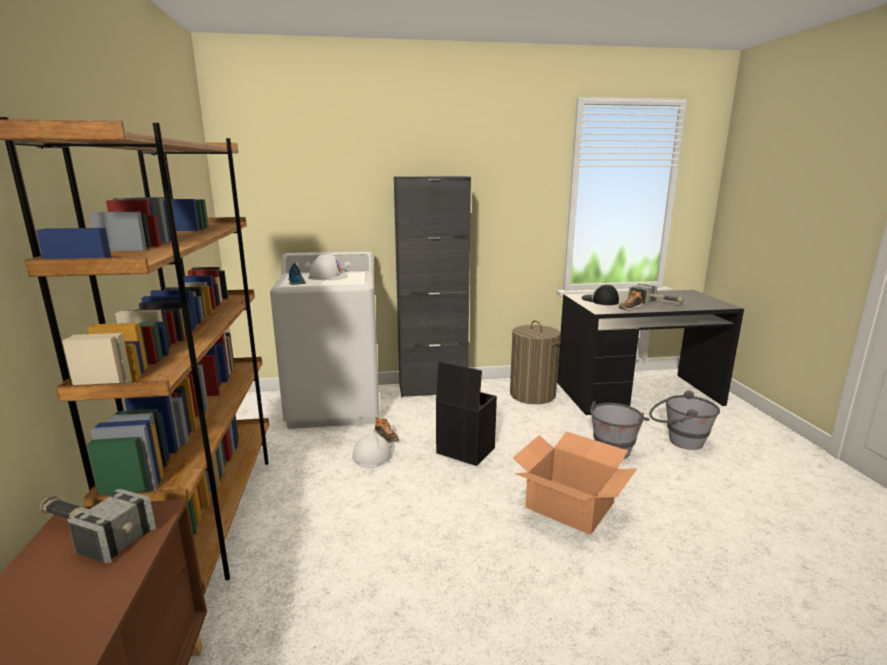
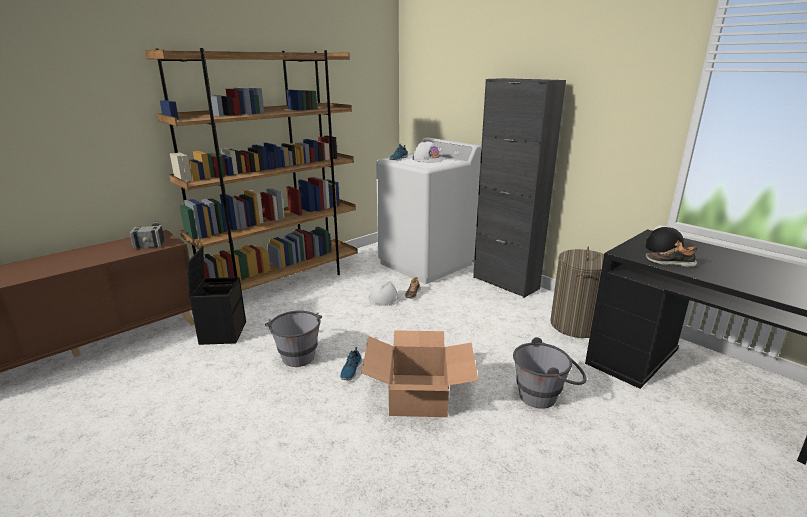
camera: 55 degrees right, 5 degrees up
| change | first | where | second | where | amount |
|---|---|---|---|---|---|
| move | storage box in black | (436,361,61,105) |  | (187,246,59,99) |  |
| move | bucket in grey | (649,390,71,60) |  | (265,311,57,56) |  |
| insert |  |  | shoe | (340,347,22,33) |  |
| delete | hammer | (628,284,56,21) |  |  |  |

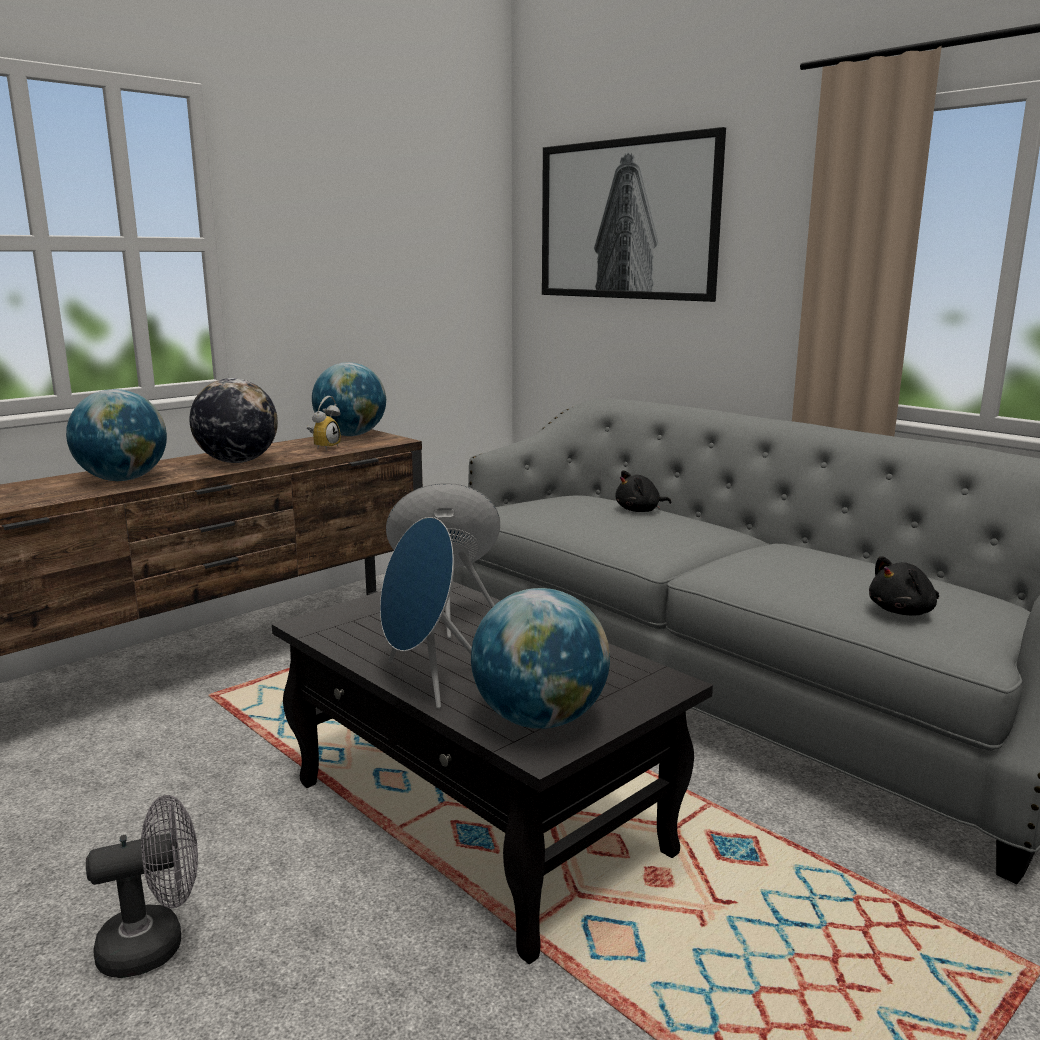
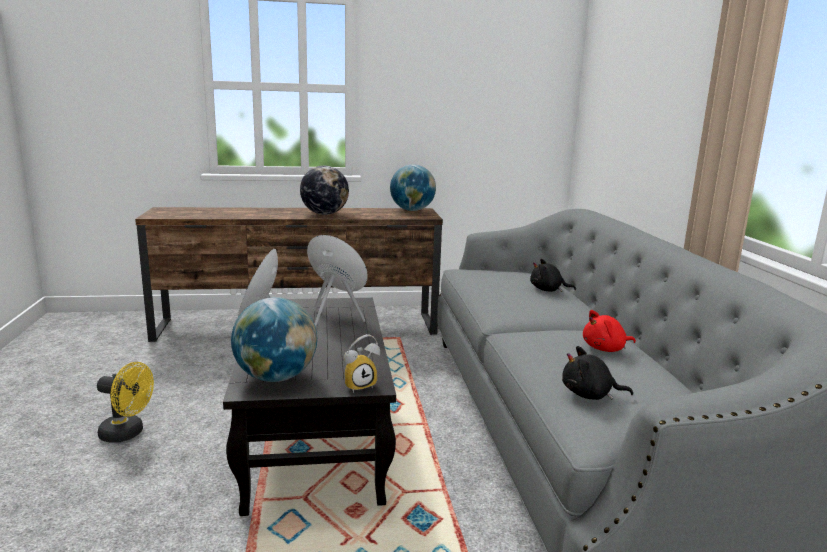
camera: 35 degrees right, 0 degrees up
| change | first | where | second | where | amount |
|---|---|---|---|---|---|
| recolor | fan in grey | (86,795,112,183) | fan in yellow | (97,362,57,81) |  |
| move | alarm clock | (307,396,34,54) |  | (343,334,37,59) |  |
| insert |  |  | plush toy in red | (583,310,53,42) |  |
| delete | globe | (66,389,101,92) |  |  |  |
| delete | picture | (542,127,184,175) |  |  |  |

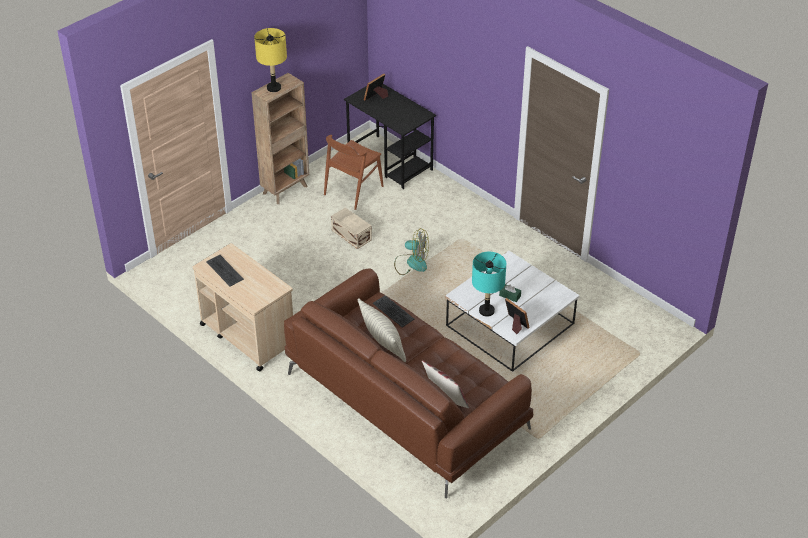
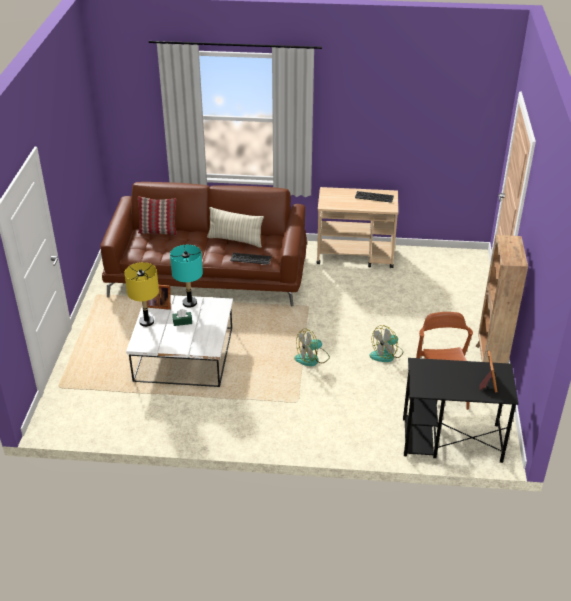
camera: 140 degrees right, 5 degrees down
| change | first | where | second | where | amount |
|---|---|---|---|---|---|
| move | table lamp in yellow | (254,28,33,64) |  | (124,262,35,65) |  |
| replace | storage box in beige | (331,207,41,42) | fan | (369,325,34,37) |  |

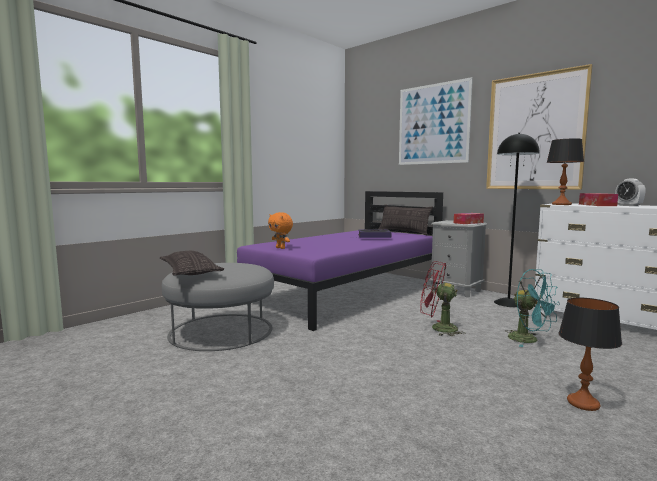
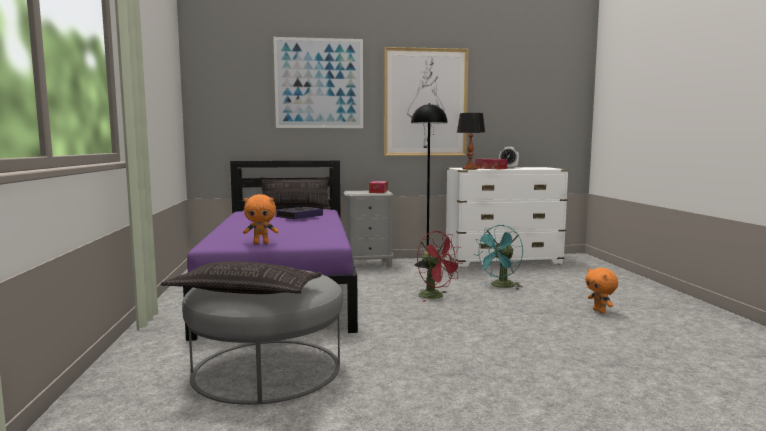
camera: 50 degrees left, 0 degrees up
| change | first | where | second | where | amount |
|---|---|---|---|---|---|
| rotate | fan in red | (420,261,45,75) |  | (417,231,46,71) | 105 degrees counterclockwise |
| rotate | fan in turquoise | (506,269,54,78) |  | (474,225,49,65) | 135 degrees clockwise |
| replace | table lamp | (559,297,63,114) | plush toy in orange | (585,268,33,46) |  |

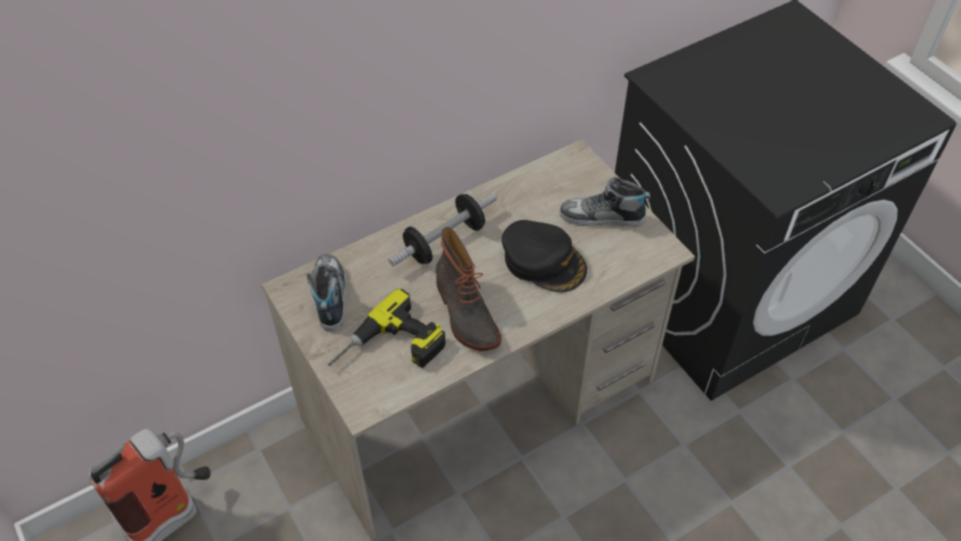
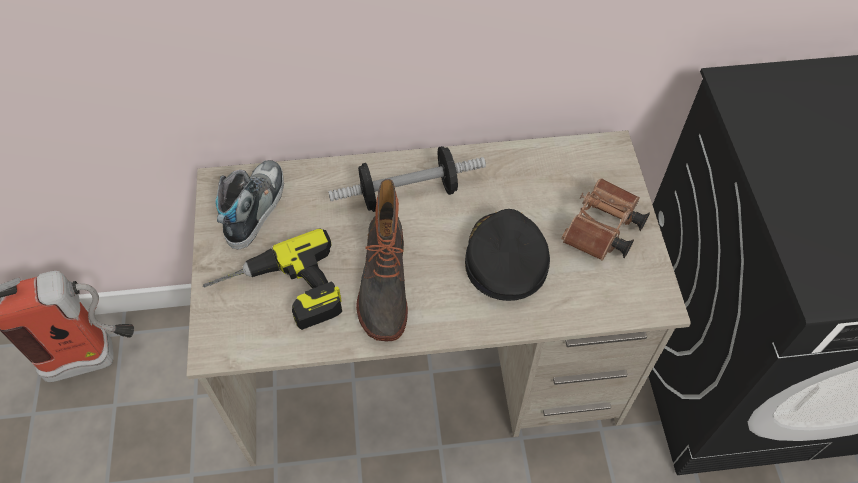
camera: 25 degrees right, 5 degrees up
| change | first | where | second | where | amount |
|---|---|---|---|---|---|
| rotate | cap in black | (502,220,85,73) |  | (465,209,85,92) | 150 degrees counterclockwise |
| replace | shoe | (560,177,90,50) | binoculars in brown | (561,178,89,83) |  |

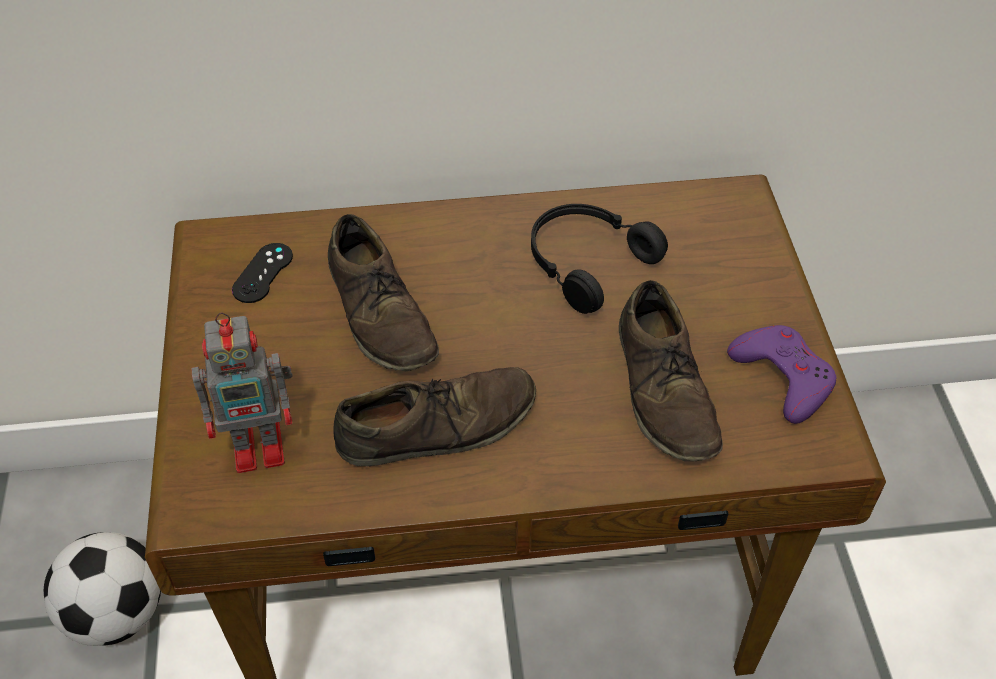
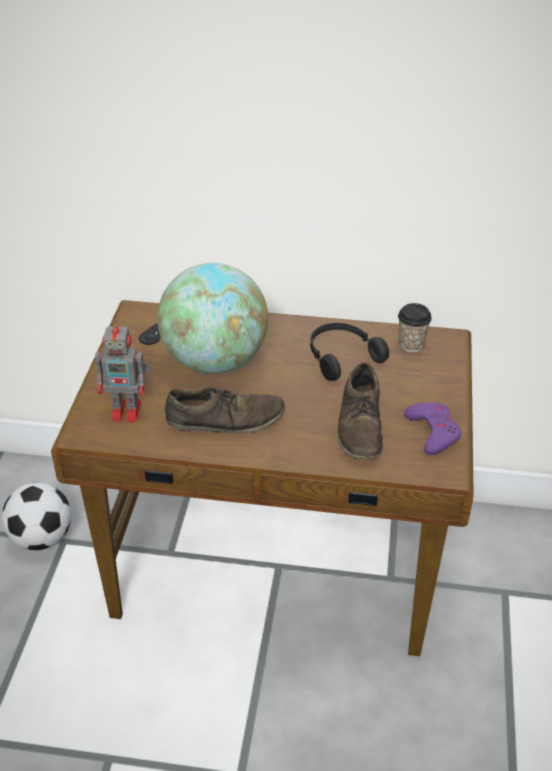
camera: 15 degrees right, 10 degrees down
| change | first | where | second | where | amount |
|---|---|---|---|---|---|
| replace | shoe in brown | (328,214,111,157) | globe | (157,263,111,111) |  |
| insert |  |  | cup | (398,303,34,49) |  |

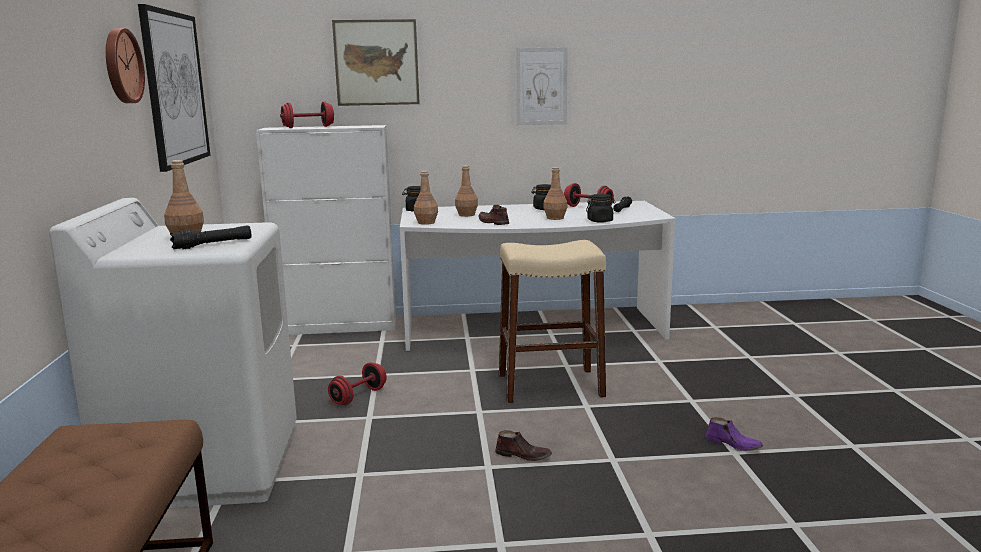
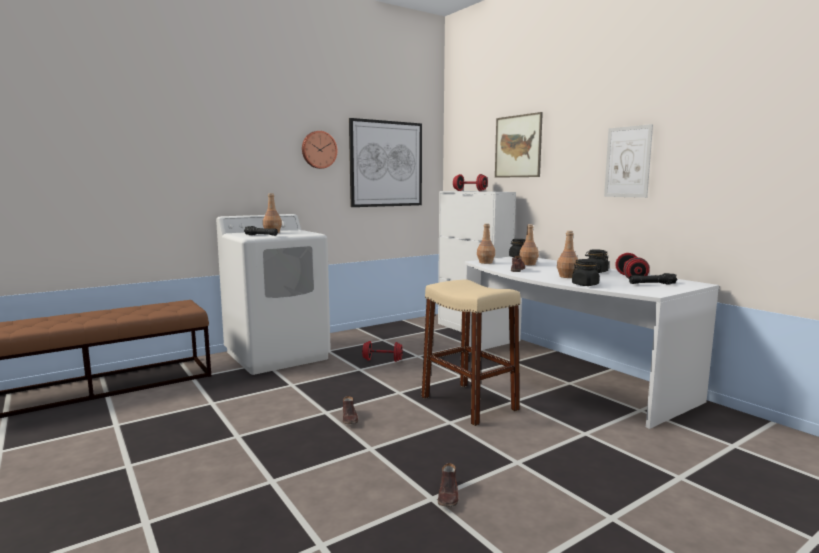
camera: 60 degrees right, 5 degrees down
| change | first | where | second | where | amount |
|---|---|---|---|---|---|
| recolor | shoe in purple | (705,417,58,34) | shoe in brown | (438,463,21,44) |  |

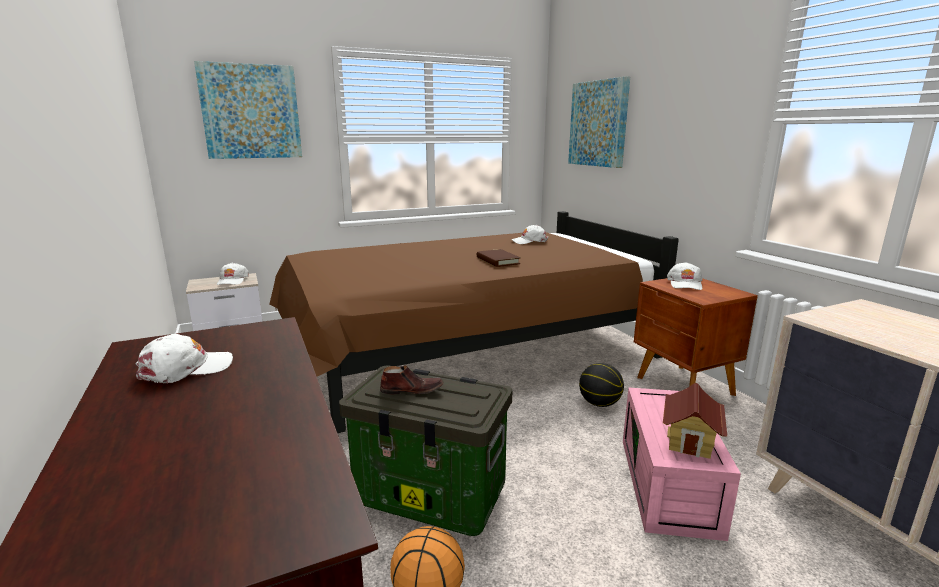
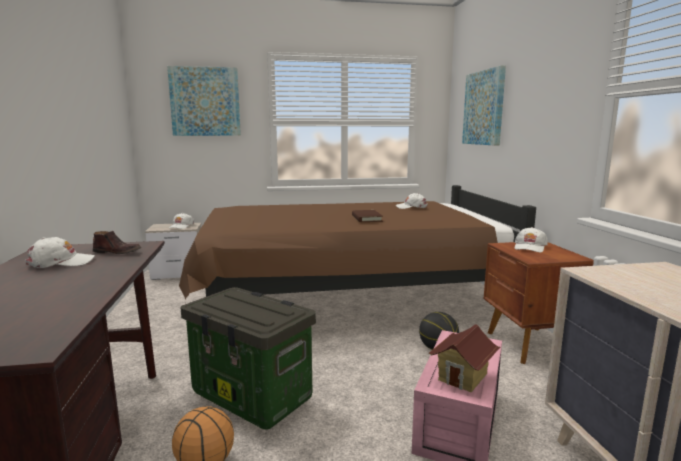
camera: 15 degrees right, 5 degrees down
| change | first | where | second | where | amount |
|---|---|---|---|---|---|
| move | shoe in brown | (380,365,64,30) |  | (93,231,48,23) |  |

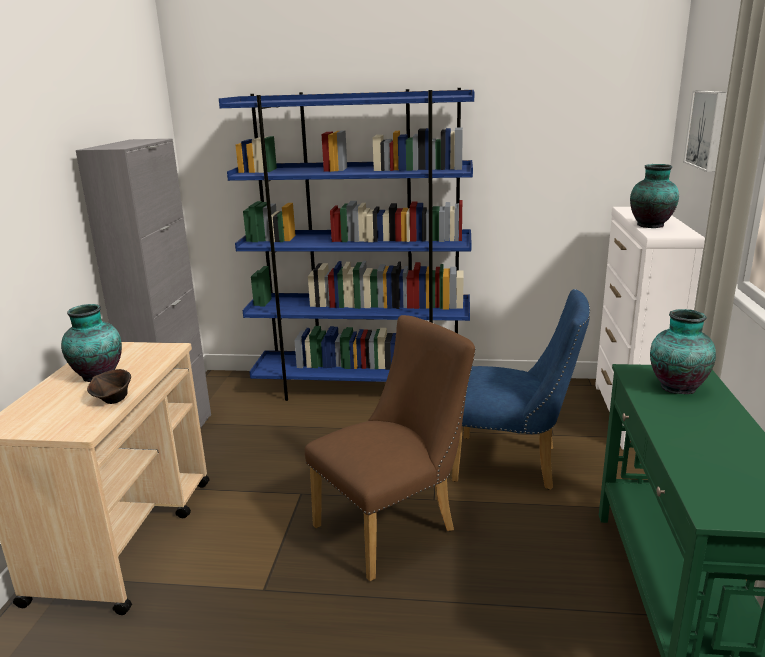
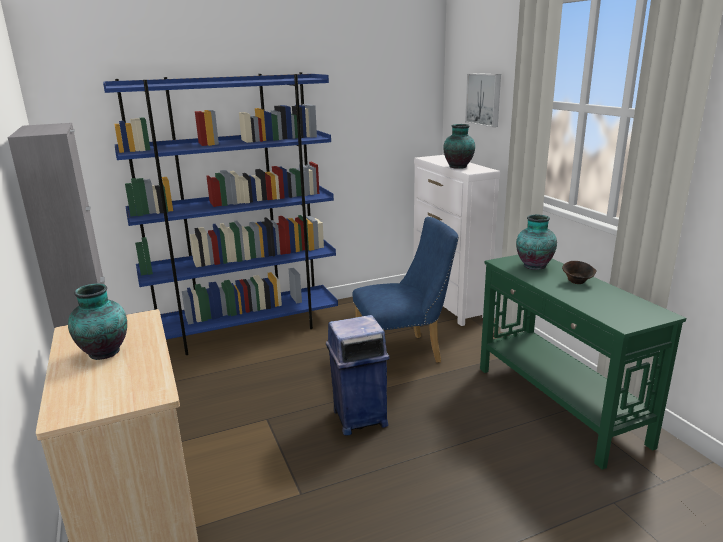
camera: 30 degrees left, 0 degrees up
| change | first | where | second | where | amount |
|---|---|---|---|---|---|
| replace | chair in brown | (305,315,171,266) | trash can in blue | (326,315,64,121) |  |
| move | bowl in brown | (87,369,44,35) |  | (562,261,34,23) |  |

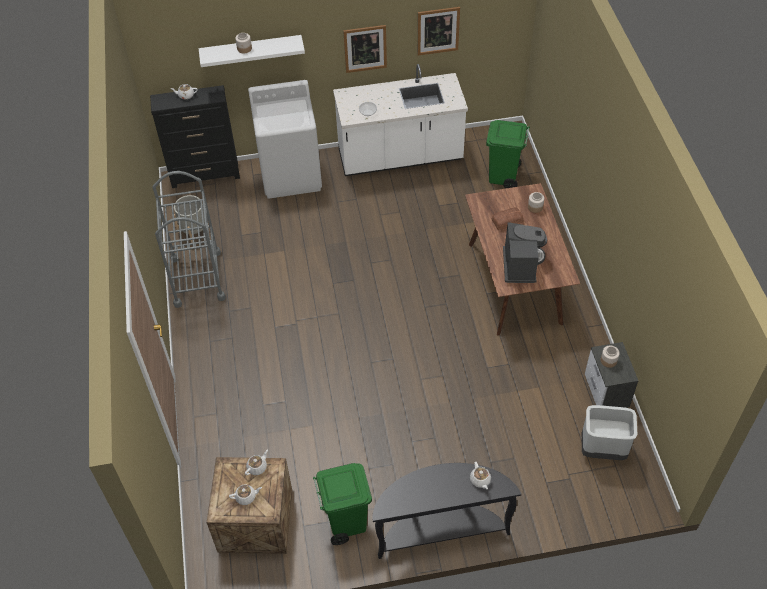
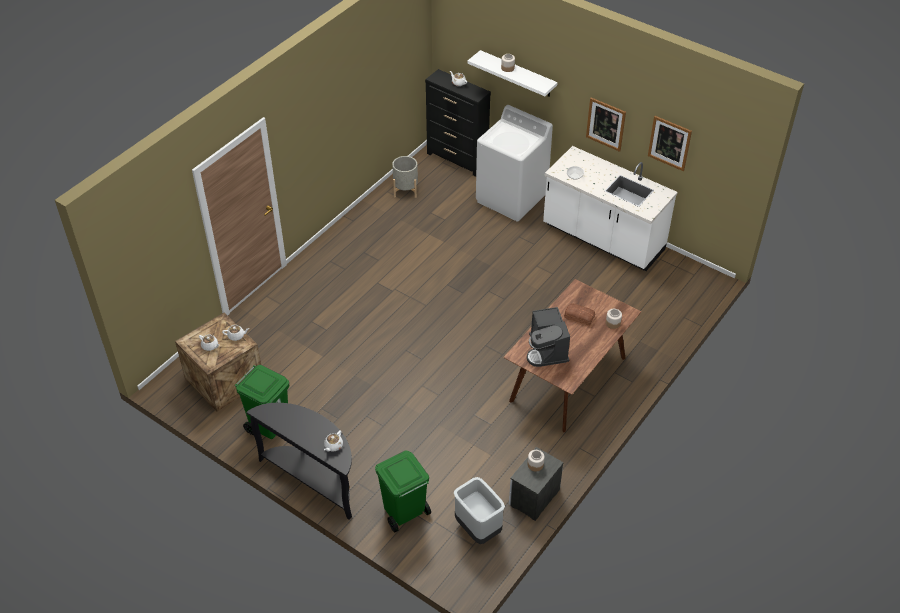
camera: 45 degrees right, 5 degrees down
| change | first | where | second | where | amount |
|---|---|---|---|---|---|
| move | trash can in green | (486,120,44,69) |  | (375,451,56,81) |  |
| rotate | coffee machine | (503,222,44,61) |  | (527,307,43,60) | 120 degrees clockwise |
| delete | cart in grey | (152,171,74,137) |  |  |  |

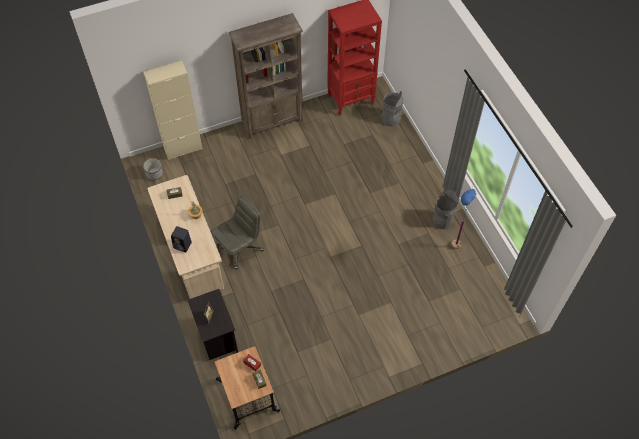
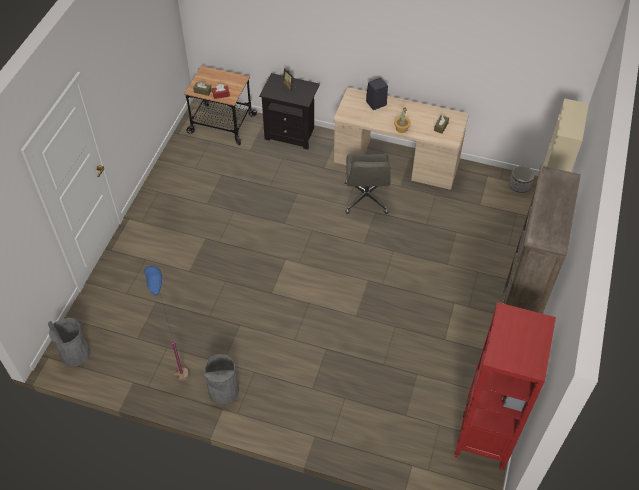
camera: 130 degrees right, 5 degrees down
| change | first | where | second | where | amount |
|---|---|---|---|---|---|
| move | trash can in grey | (381,91,22,36) |  | (48,318,42,49) |  |

